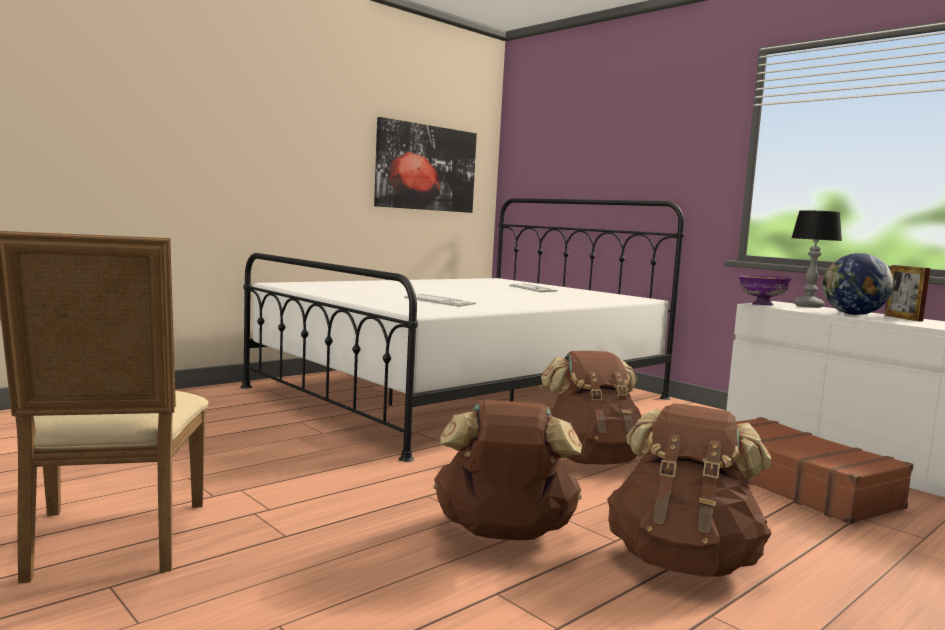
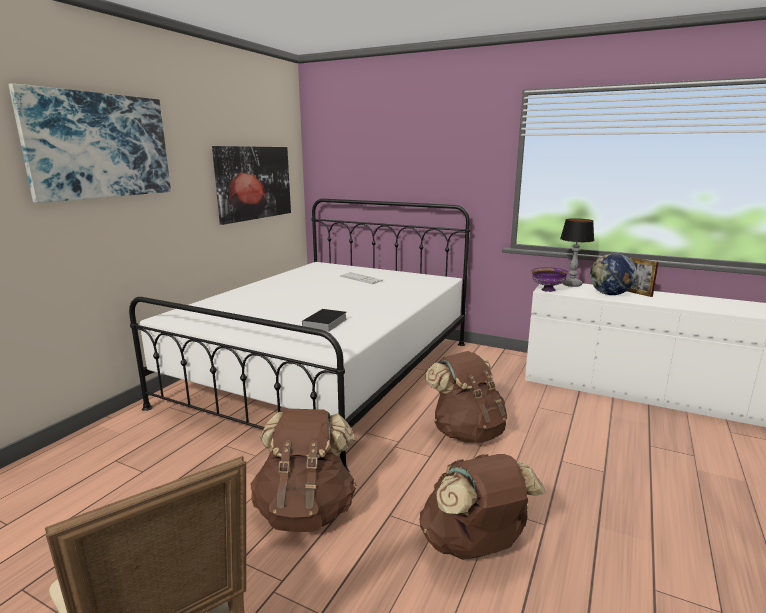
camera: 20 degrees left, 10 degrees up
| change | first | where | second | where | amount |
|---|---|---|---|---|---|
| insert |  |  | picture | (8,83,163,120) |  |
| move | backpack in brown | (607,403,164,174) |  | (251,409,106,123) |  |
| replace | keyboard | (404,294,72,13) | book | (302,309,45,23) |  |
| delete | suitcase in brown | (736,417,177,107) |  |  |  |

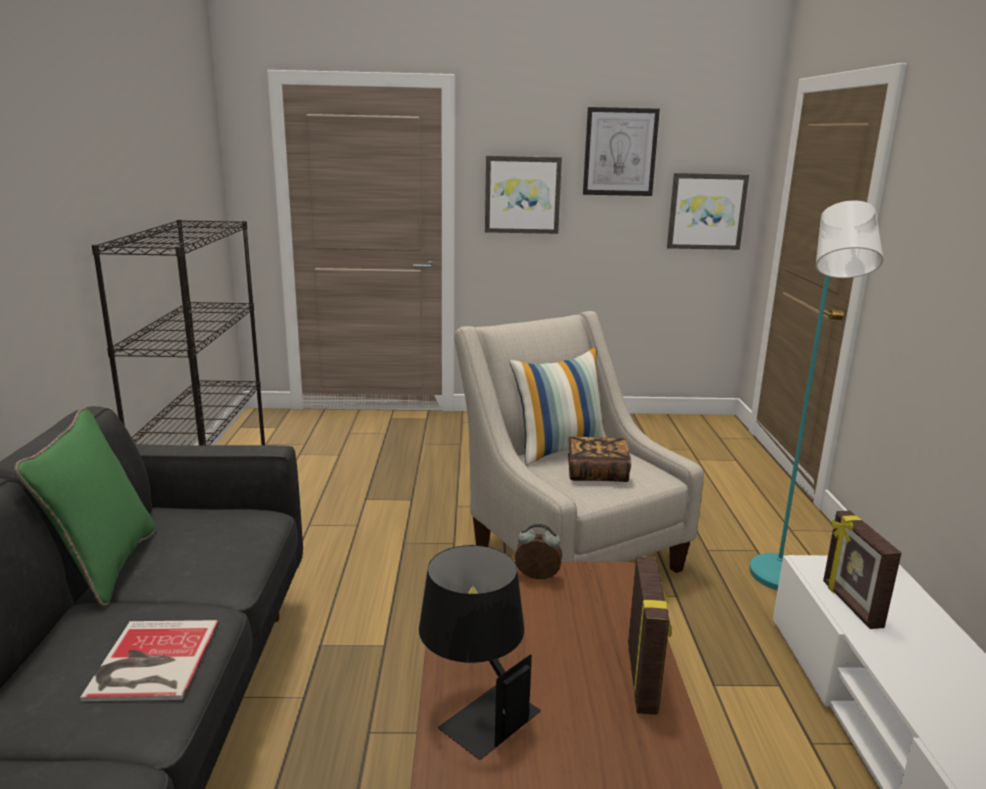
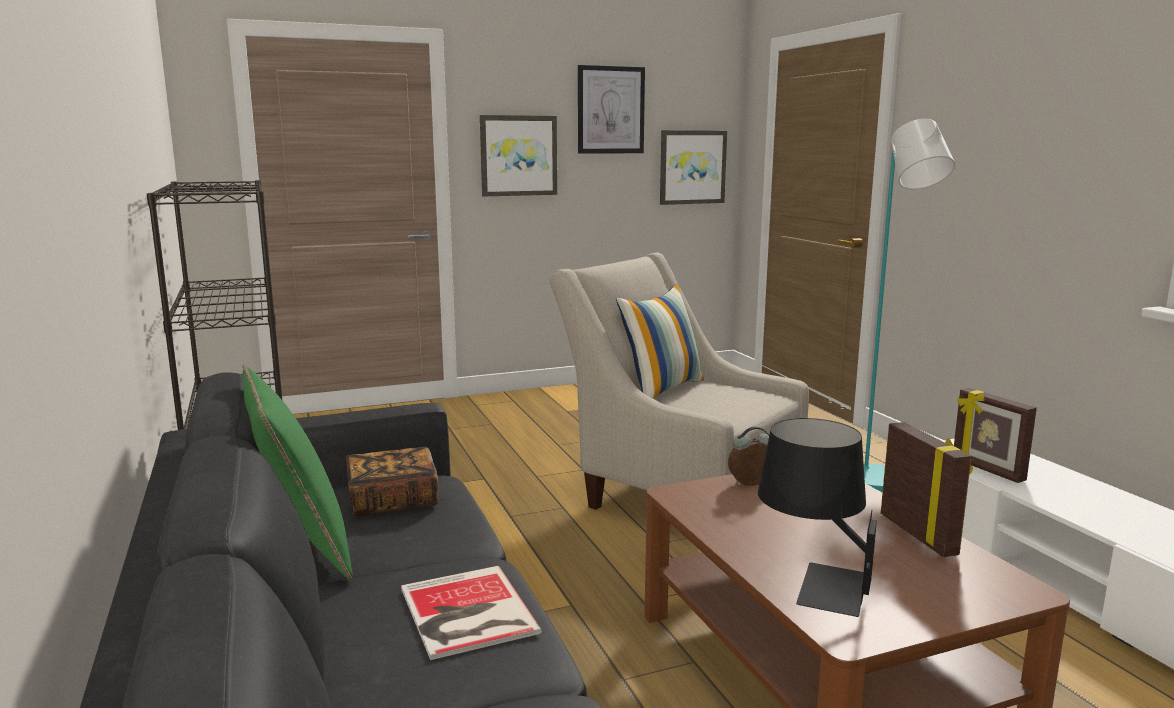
camera: 20 degrees left, 5 degrees down
| change | first | where | second | where | amount |
|---|---|---|---|---|---|
| move | book | (568,437,63,45) |  | (346,447,92,69) |  |

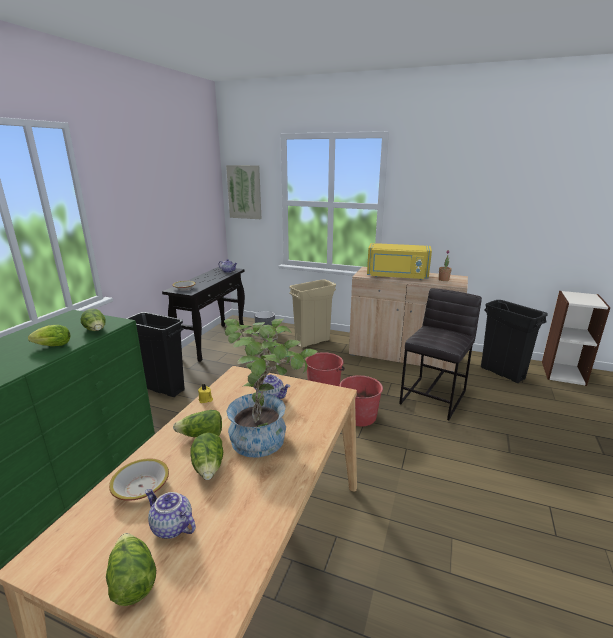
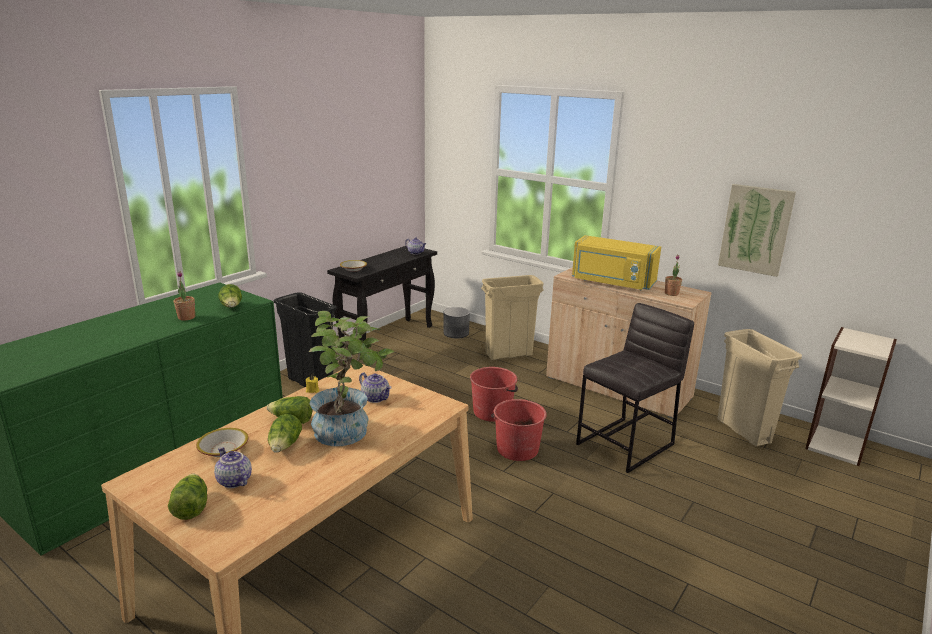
camera: 15 degrees right, 0 degrees up
| change | first | where | second | where | amount |
|---|---|---|---|---|---|
| replace | lettuce | (28,325,42,21) | potted plant | (174,271,21,50) |  |
| recolor | trash can in black | (481,300,67,83) | trash can in beige | (717,329,85,118) |  |
| move | picture | (226,165,35,54) |  | (718,184,78,93) |  |

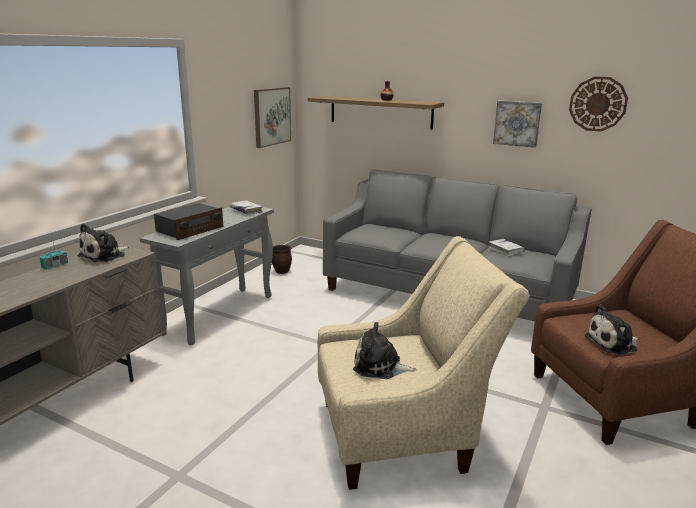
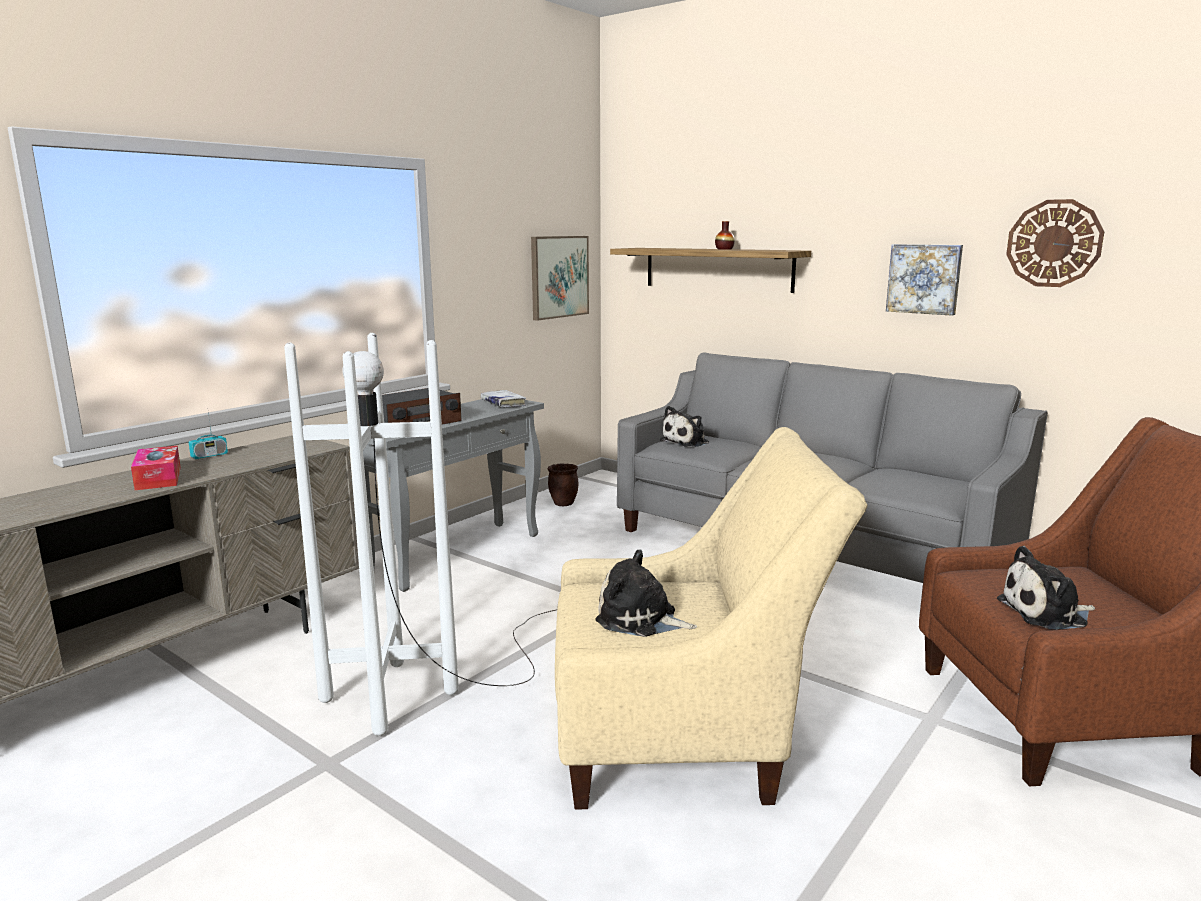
camera: 10 degrees right, 5 degrees down
| change | first | where | second | where | amount |
|---|---|---|---|---|---|
| insert |  |  | tissue box | (131,446,50,44) |  |
| insert |  |  | floor lamp in white | (284,333,272,403) |  |
| move | plush toy | (78,223,51,39) |  | (660,406,49,41) |  |
| delete | book in white | (488,239,37,17) |  |  |  |

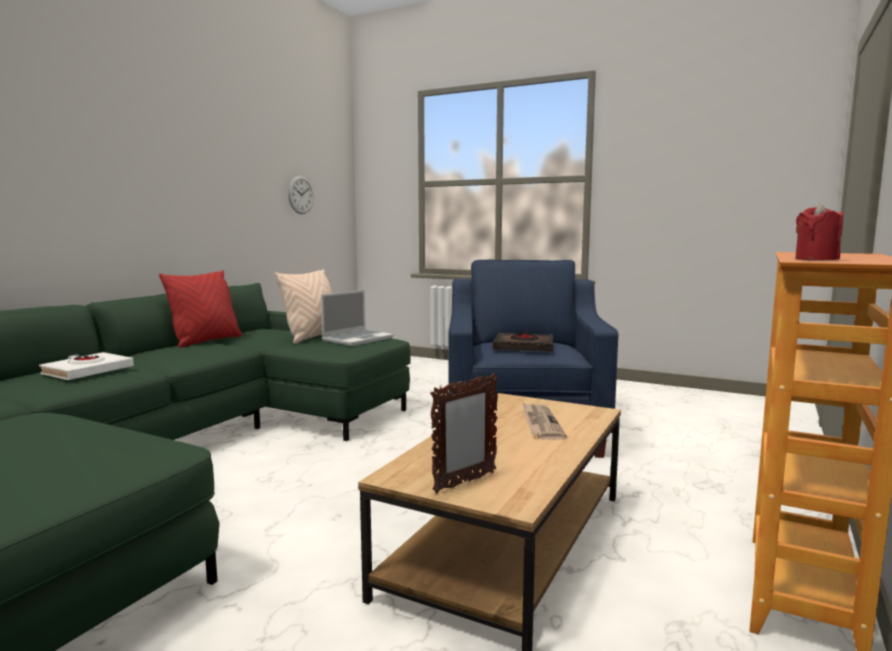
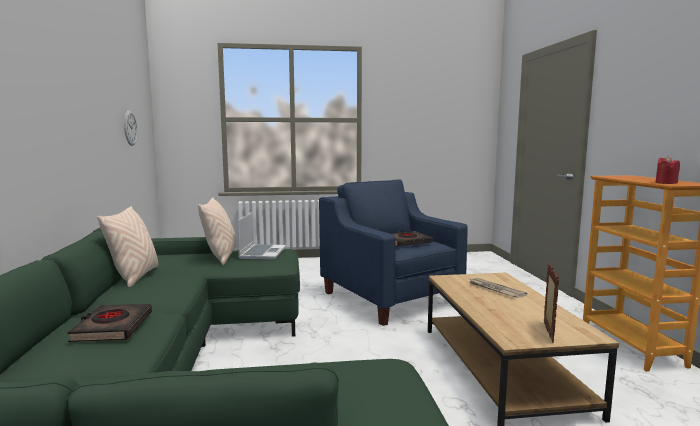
camera: 35 degrees left, 0 degrees up
| change | first | where | second | where | amount |
|---|---|---|---|---|---|
| recolor | book in white | (39,352,95,28) | book in black | (68,304,84,38) |  |
| recolor | pillow in red | (159,270,83,78) | pillow in beige | (97,206,61,81) |  |

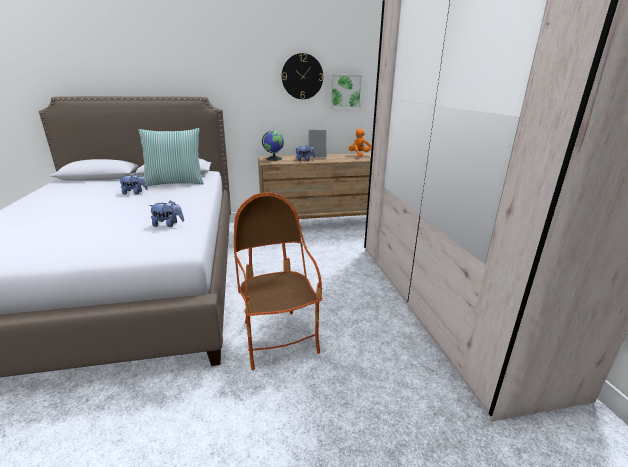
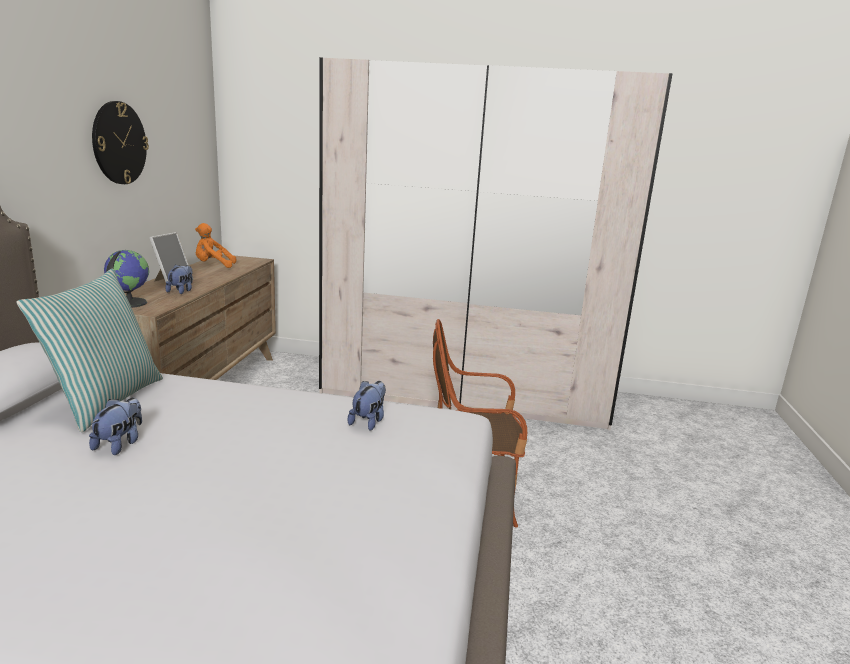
camera: 70 degrees left, 5 degrees down
| change | first | where | second | where | amount |
|---|---|---|---|---|---|
| delete | picture | (330,74,33,34) |  |  |  |

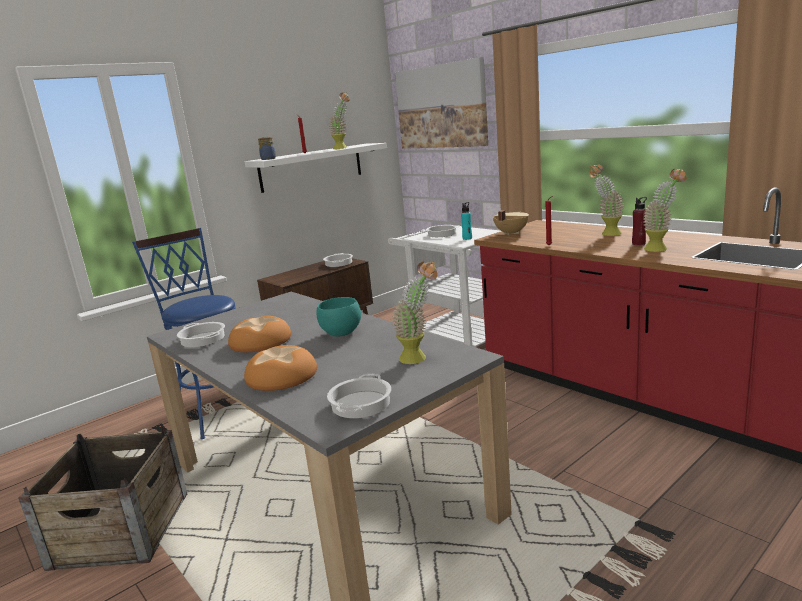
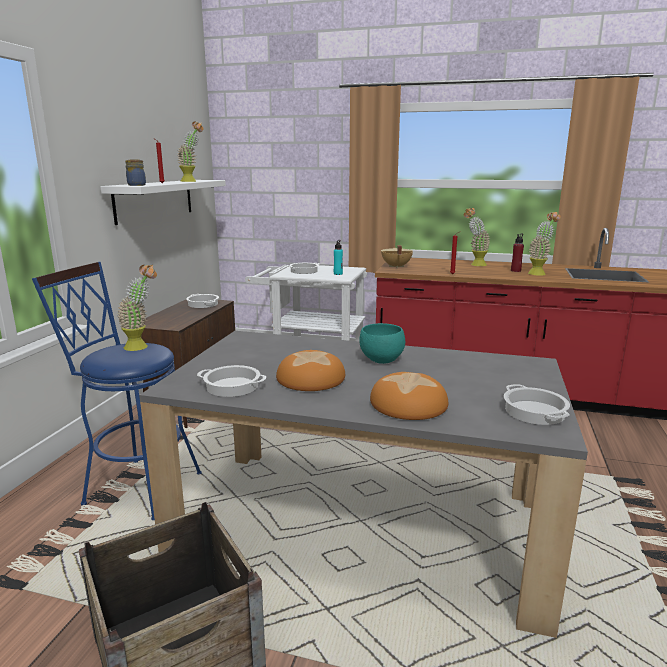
camera: 35 degrees left, 0 degrees up
| change | first | where | second | where | amount |
|---|---|---|---|---|---|
| move | potted plant | (392,262,46,102) |  | (117,265,40,86) |  |
| delete | picture | (395,57,93,92) |  |  |  |

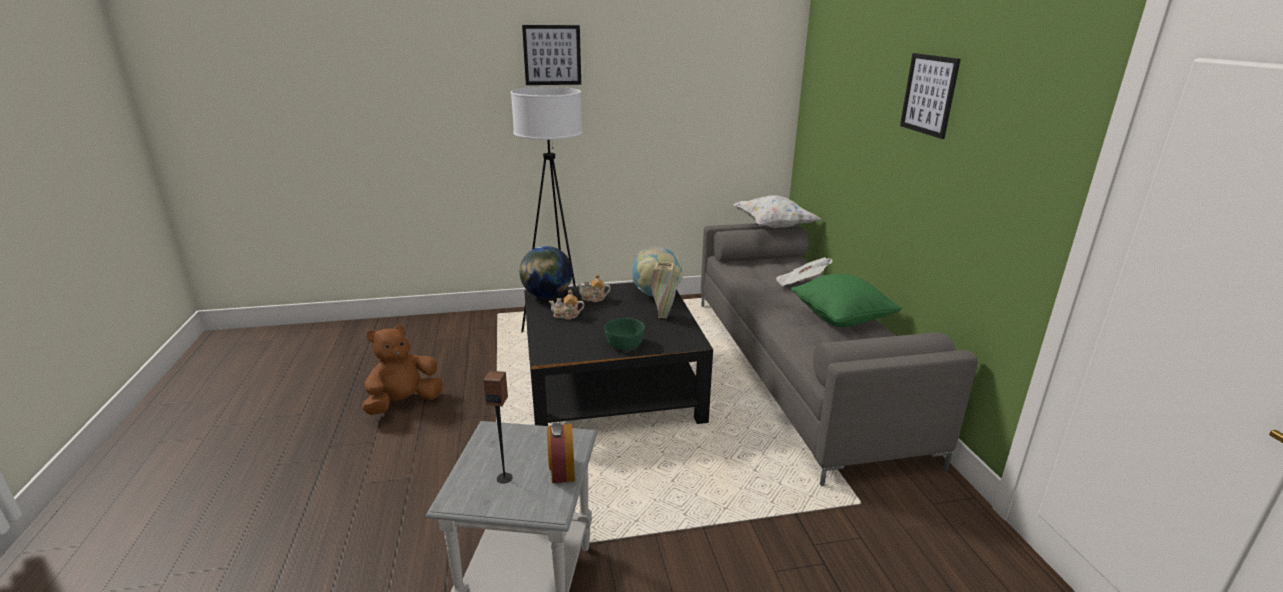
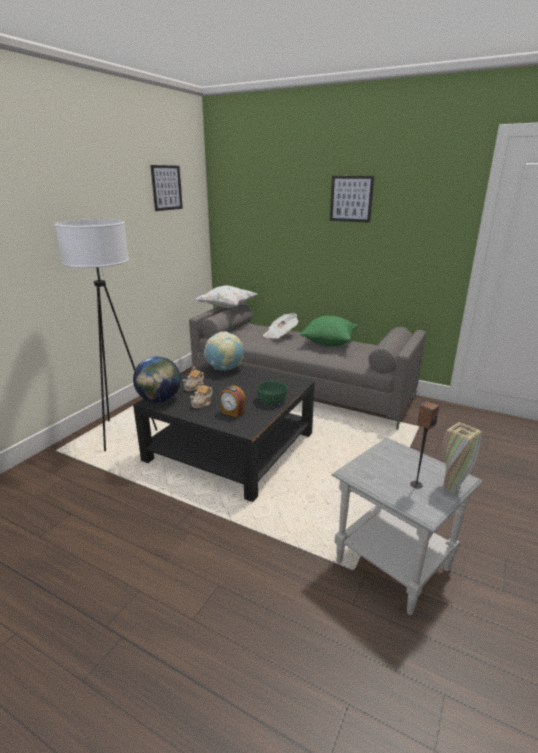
camera: 50 degrees left, 0 degrees up
| change | first | where | second | where | amount |
|---|---|---|---|---|---|
| move | picture | (522,25,59,60) |  | (150,165,33,46) |  |
| move | alarm clock | (547,423,28,60) |  | (219,385,27,33) |  |
| move | vase in beige | (651,262,26,57) |  | (443,422,38,72) |  |
| delete | plush toy in brown | (362,325,81,90) |  |  |  |

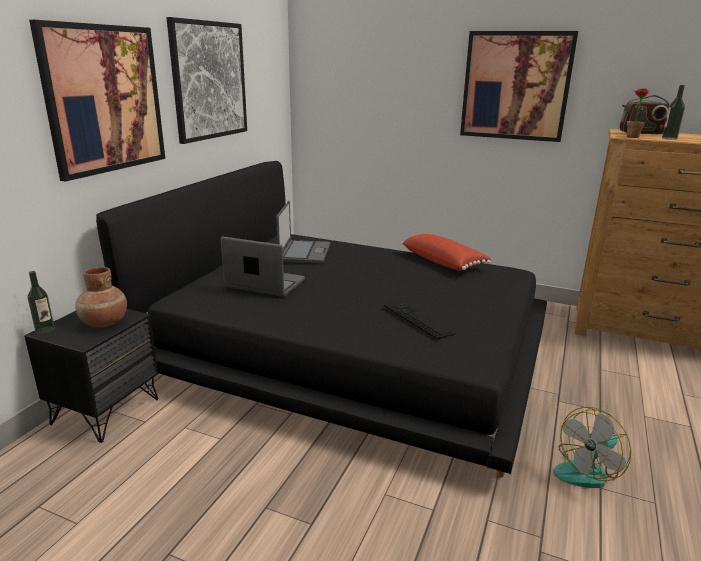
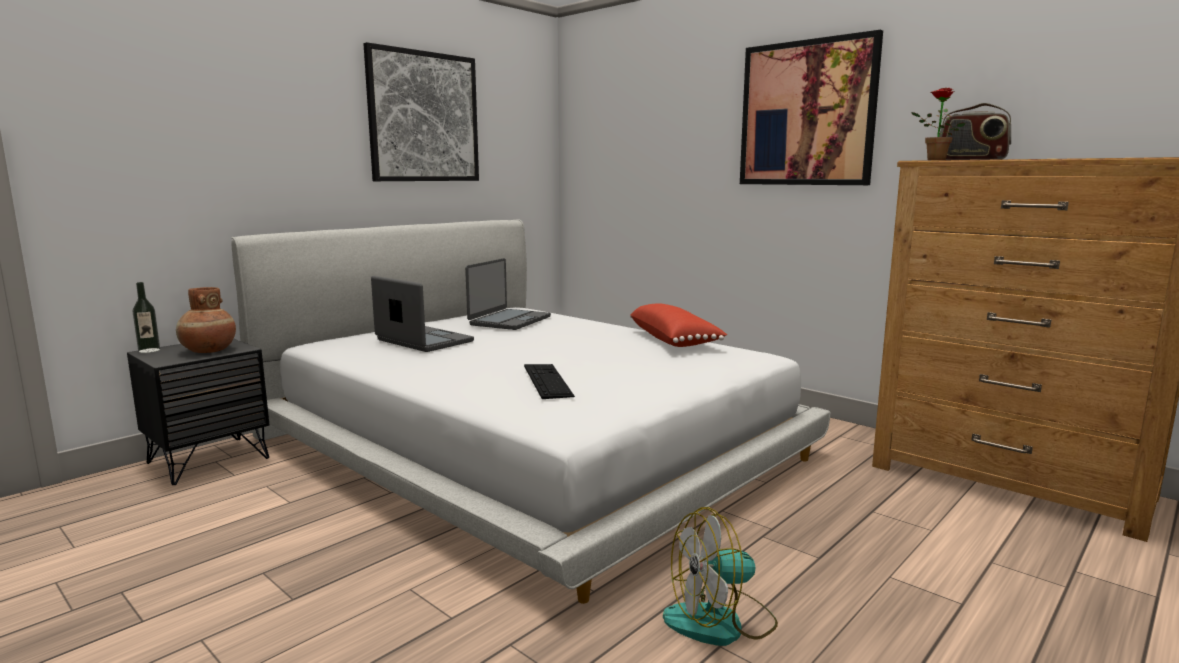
camera: 20 degrees right, 10 degrees down
| change | first | where | second | where | amount |
|---|---|---|---|---|---|
| recolor | bed in black | (96,161,451,316) | bed in white | (231,219,600,385) |  |
| delete | picture | (29,20,136,162) |  |  |  |
| delete | bottle | (662,85,23,55) |  |  |  |

